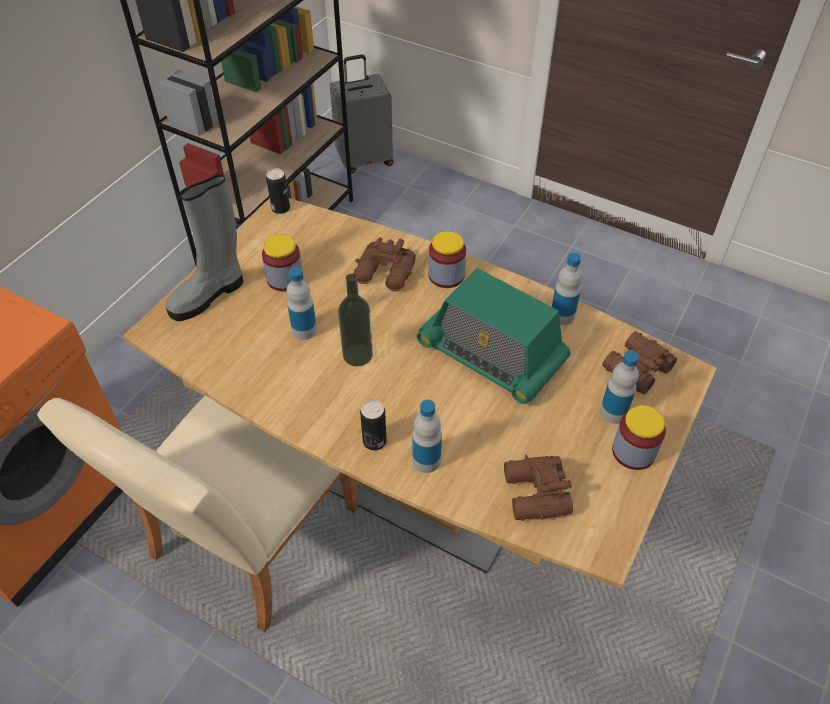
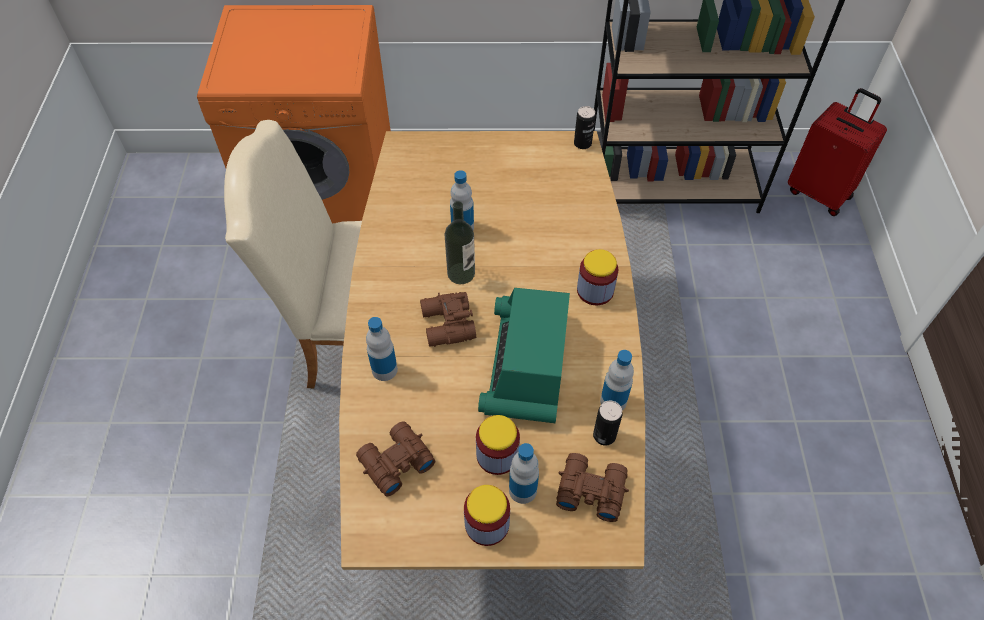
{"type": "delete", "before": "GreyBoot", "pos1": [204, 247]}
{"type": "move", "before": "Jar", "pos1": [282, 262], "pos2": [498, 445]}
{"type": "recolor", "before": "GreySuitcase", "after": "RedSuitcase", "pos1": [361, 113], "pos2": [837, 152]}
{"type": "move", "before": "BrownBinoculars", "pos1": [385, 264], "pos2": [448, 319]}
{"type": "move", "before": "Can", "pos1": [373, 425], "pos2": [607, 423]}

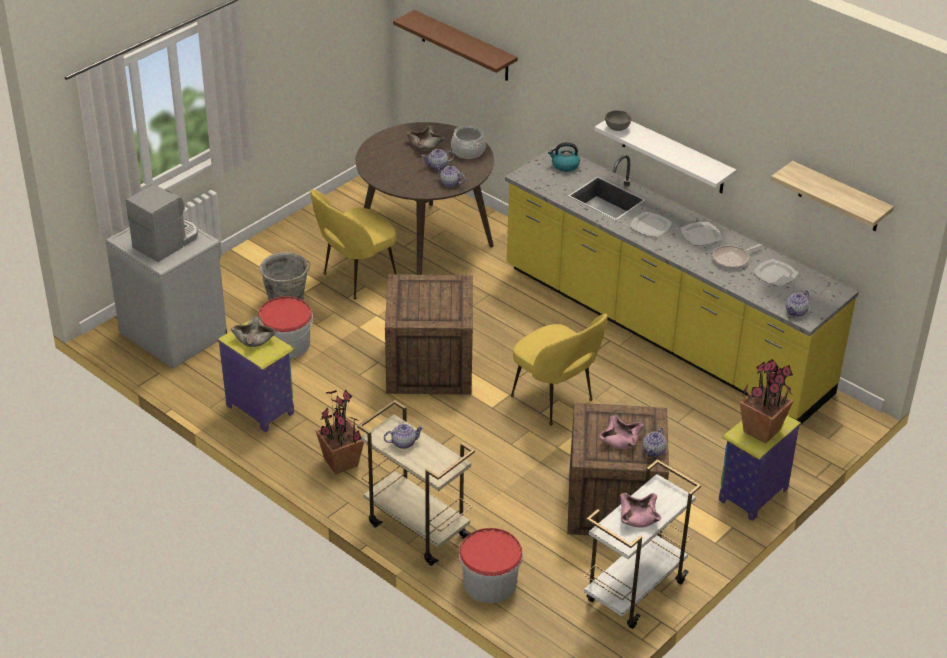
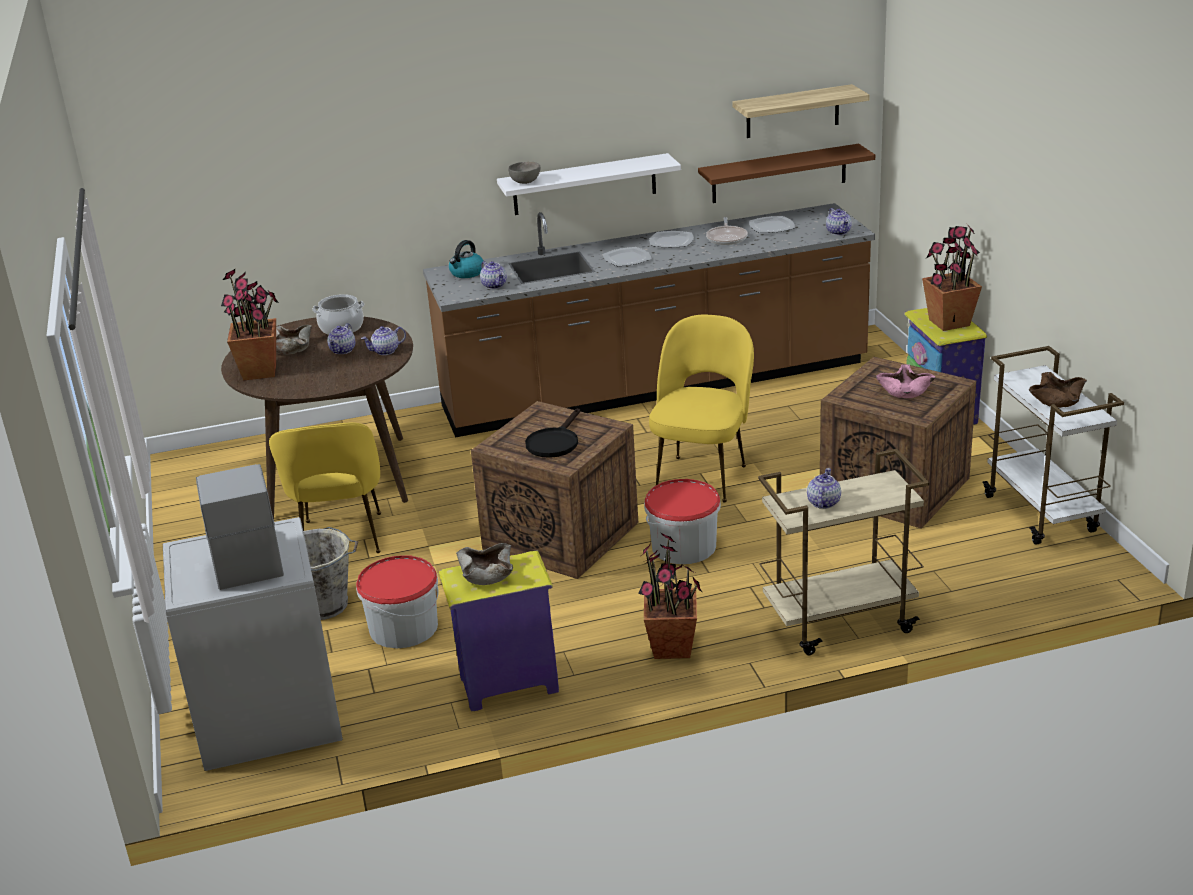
{"type": "move", "before": "BrownShelf", "pos1": [455, 45], "pos2": [786, 173]}
{"type": "move", "before": "Bucket", "pos1": [491, 565], "pos2": [682, 521]}
{"type": "recolor", "before": "YellowCounter", "after": "BrownCounter", "pos1": [682, 284], "pos2": [649, 320]}
{"type": "rotate", "before": "YellowChair", "pos1": [559, 369], "pos2": [701, 408], "turn": -60}
{"type": "recolor", "before": "PinkBowl", "after": "BrownBowl", "pos1": [640, 510], "pos2": [1058, 390]}
{"type": "move", "before": "Teapot", "pos1": [654, 442], "pos2": [493, 275]}
{"type": "insert", "after": "PottedPlant", "pos2": [250, 324]}
{"type": "insert", "after": "BlackFryingPan", "pos2": [552, 433]}

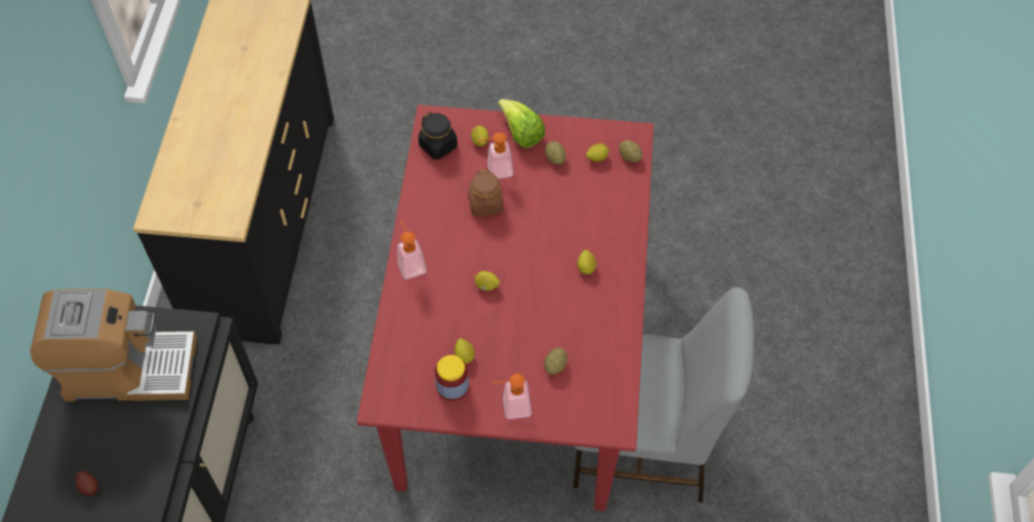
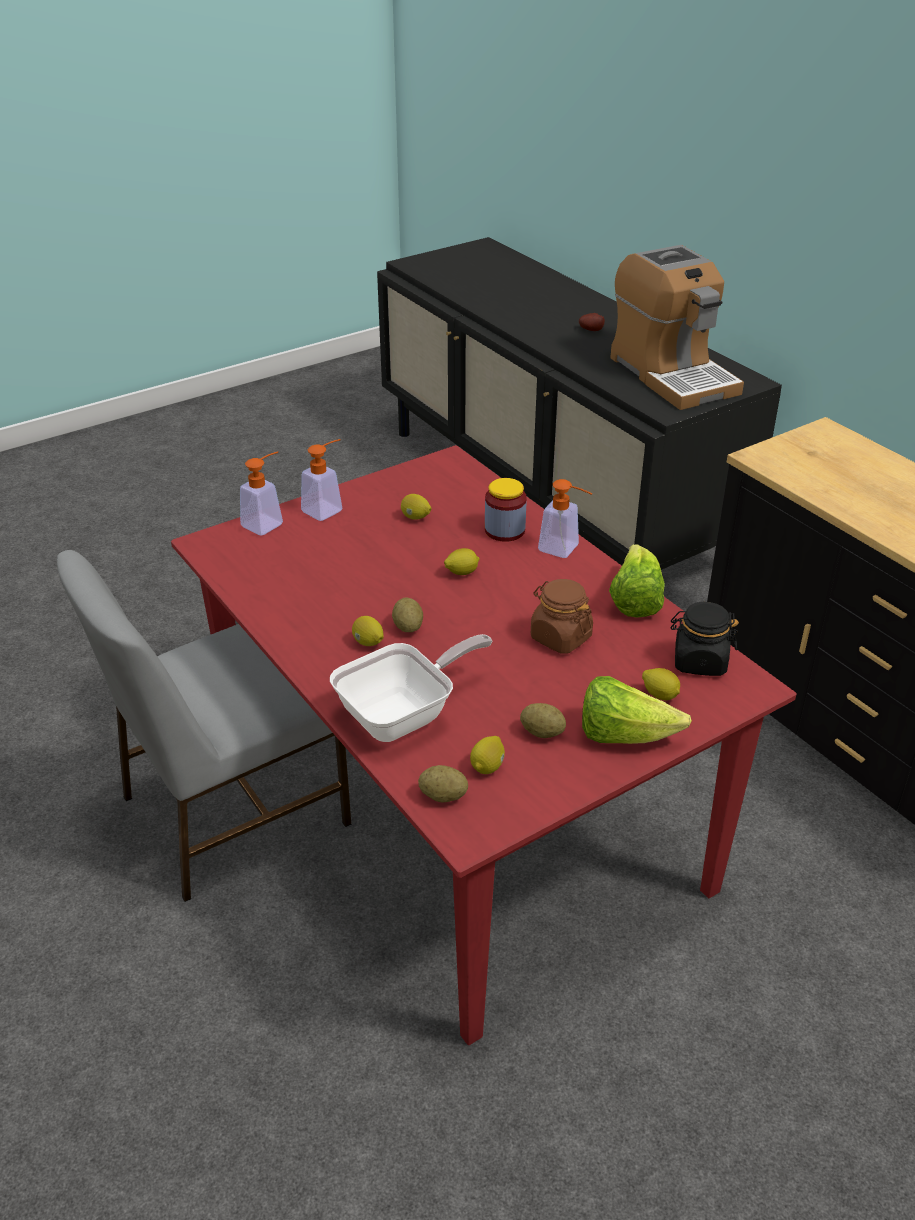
{"type": "rotate", "before": "CoffeeMachine", "pos1": [113, 345], "pos2": [677, 327], "turn": -75}
{"type": "move", "before": "Jar", "pos1": [452, 378], "pos2": [506, 510]}
{"type": "move", "before": "SoapDispenser", "pos1": [495, 155], "pos2": [261, 493]}
{"type": "move", "before": "Potato", "pos1": [555, 361], "pos2": [407, 615]}
{"type": "insert", "after": "FryingPan", "pos2": [411, 688]}
{"type": "insert", "after": "Lettuce", "pos2": [637, 581]}

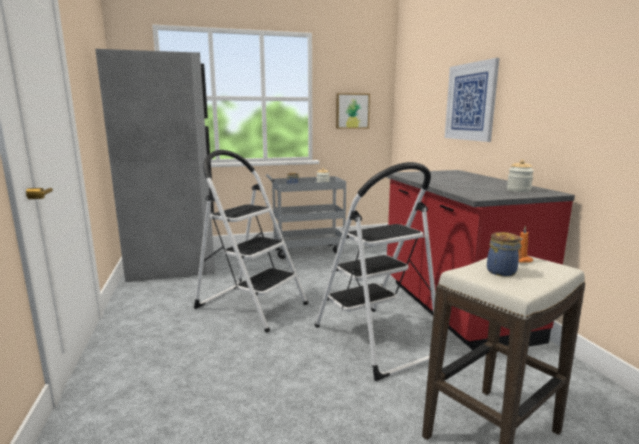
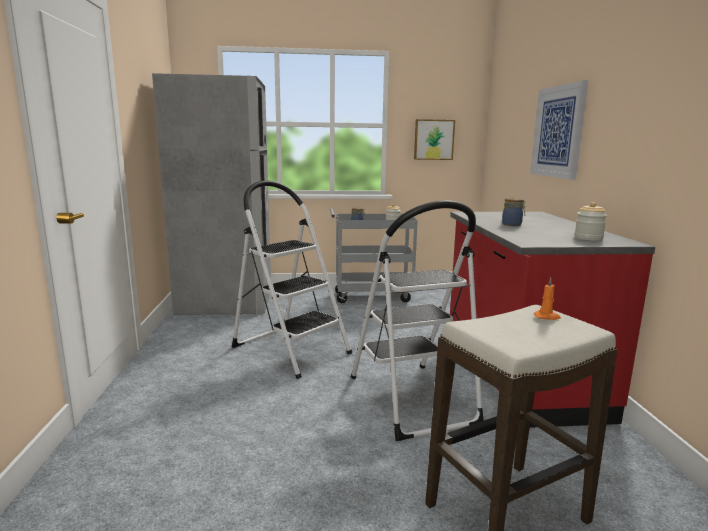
{"type": "move", "before": "Jar", "pos1": [504, 254], "pos2": [514, 212]}

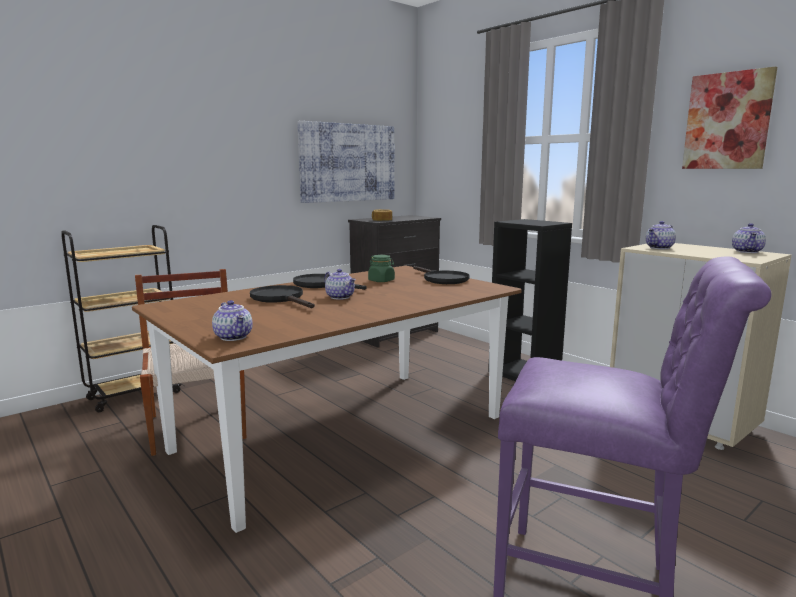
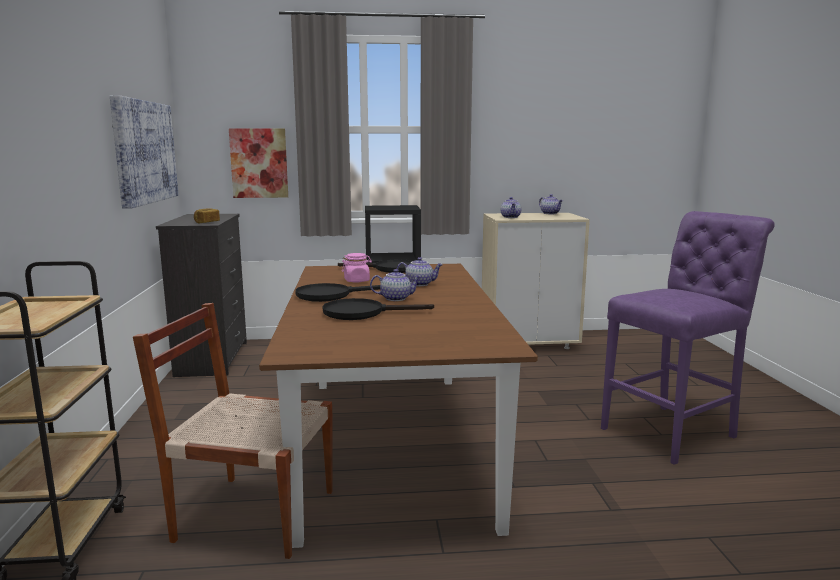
{"type": "move", "before": "Teapot", "pos1": [232, 320], "pos2": [420, 271]}
{"type": "recolor", "before": "GreenJar", "after": "PinkJar", "pos1": [381, 268], "pos2": [357, 268]}
{"type": "move", "before": "Picture", "pos1": [729, 117], "pos2": [258, 163]}

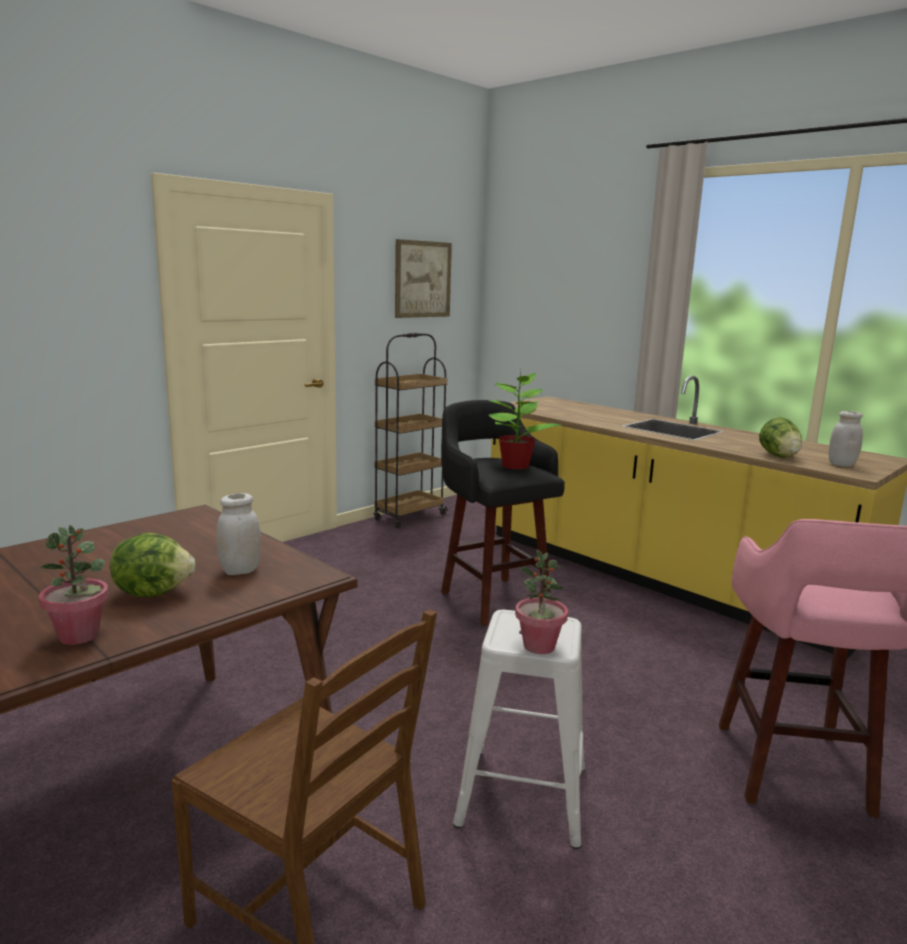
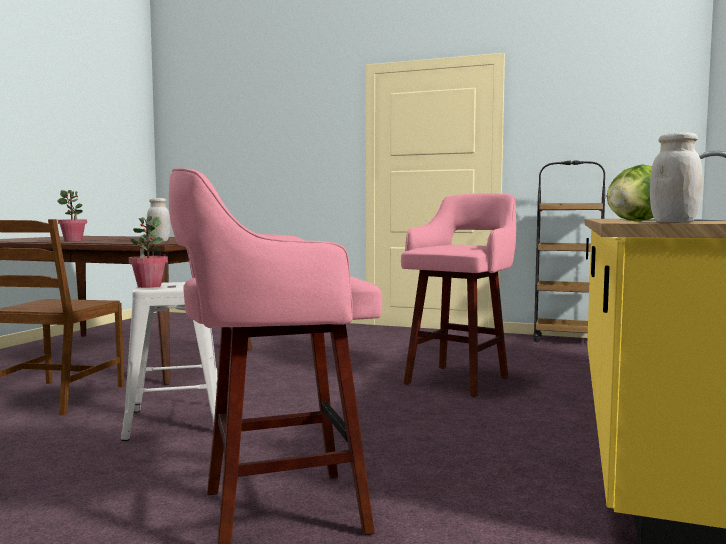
{"type": "delete", "before": "Lettuce", "pos1": [153, 565]}
{"type": "delete", "before": "Picture", "pos1": [423, 278]}
{"type": "recolor", "before": "BlackStool", "after": "PinkStool", "pos1": [503, 513], "pos2": [458, 295]}
{"type": "delete", "before": "PottedPlant", "pos1": [524, 419]}

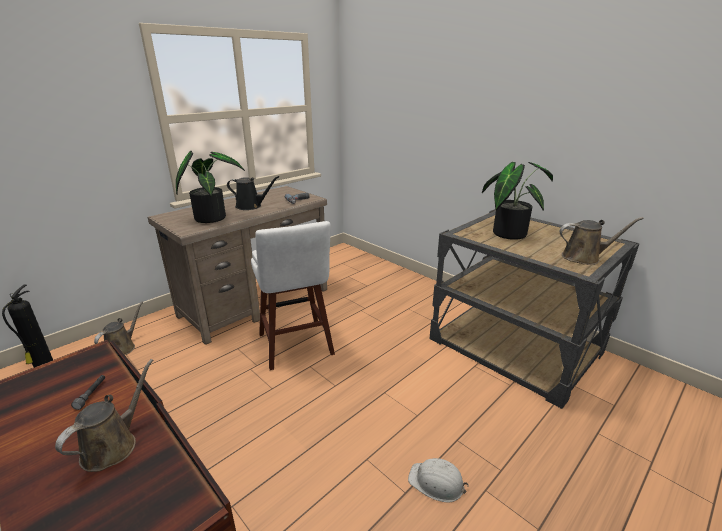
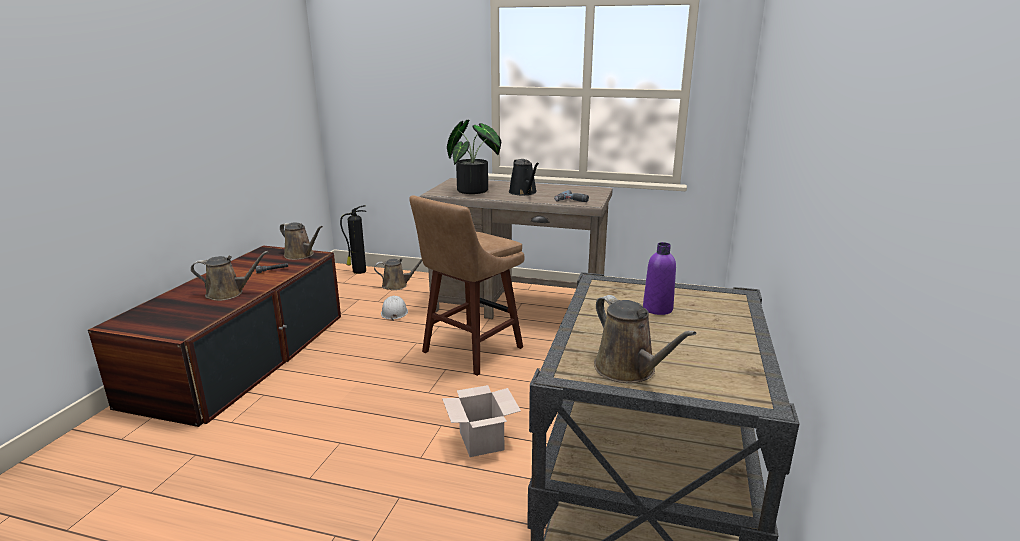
{"type": "recolor", "before": "WhiteStool", "after": "BrownStool", "pos1": [293, 295], "pos2": [466, 285]}
{"type": "move", "before": "WhiteHardHat", "pos1": [438, 480], "pos2": [394, 308]}
{"type": "replace", "before": "PottedPlant", "after": "PurpleBottle", "pos1": [517, 201], "pos2": [659, 278]}
{"type": "insert", "after": "BrownWateringCan", "pos2": [301, 241]}
{"type": "insert", "after": "CardboardBox", "pos2": [481, 421]}

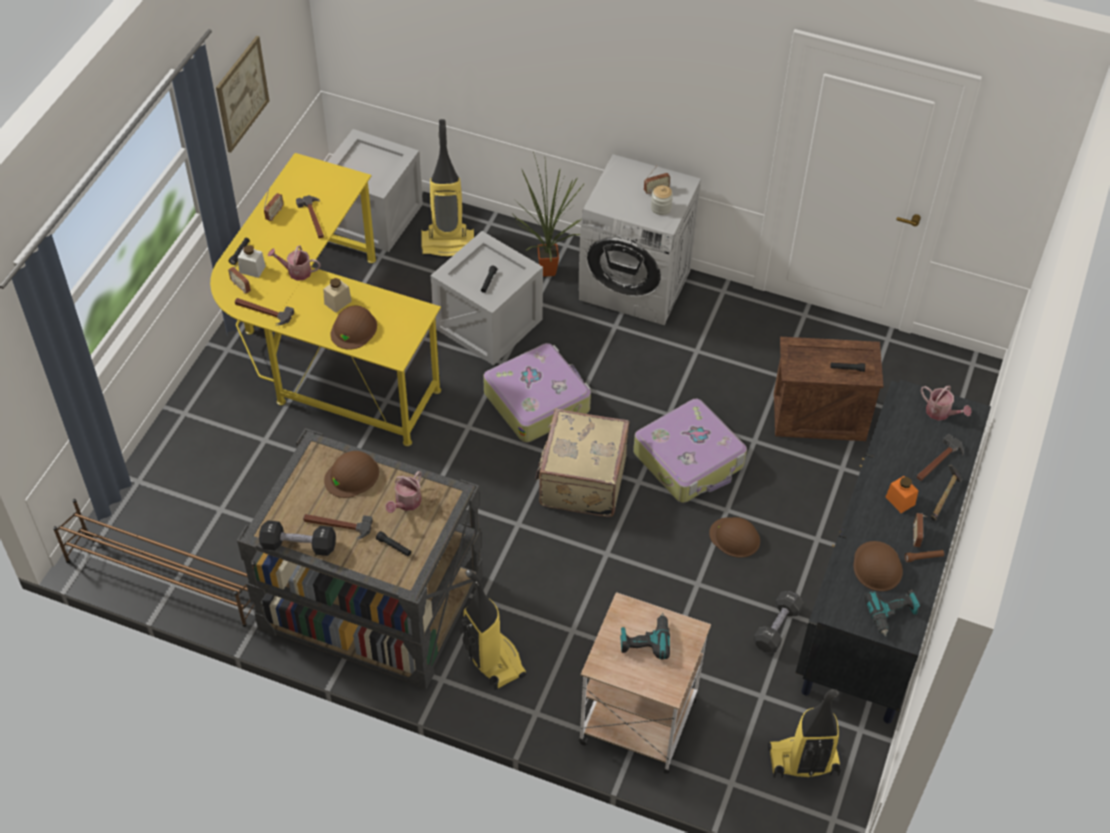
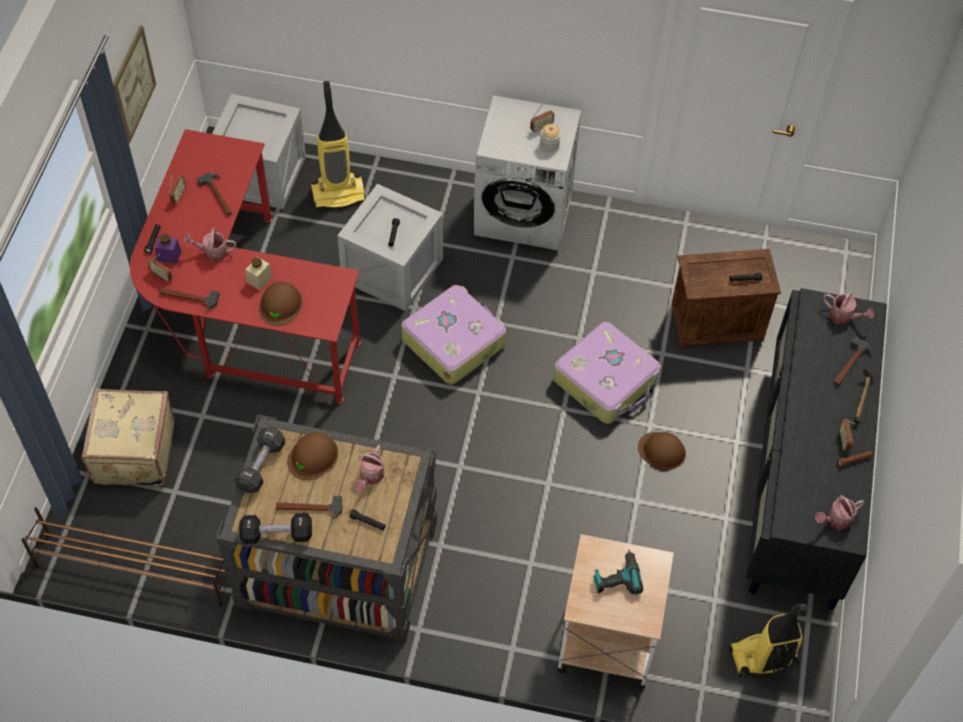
{"type": "recolor", "before": "YellowDesk", "after": "RedDesk", "pos1": [325, 299], "pos2": [245, 266]}
{"type": "recolor", "before": "WhiteJar", "after": "PurpleJar", "pos1": [251, 261], "pos2": [168, 249]}
{"type": "delete", "before": "VacuumCleaner", "pos1": [493, 630]}
{"type": "delete", "before": "PottedPlant", "pos1": [548, 214]}
{"type": "move", "before": "BeigeSuitcase", "pos1": [582, 463], "pos2": [128, 437]}
{"type": "move", "before": "BlackDumbbell", "pos1": [778, 621], "pos2": [259, 460]}
{"type": "delete", "before": "BrownHardHat", "pos1": [878, 566]}
{"type": "replace", "before": "PowerDrill", "after": "WateringCan", "pos1": [892, 613], "pos2": [840, 512]}
{"type": "delete", "before": "OrangeJar", "pos1": [902, 494]}

